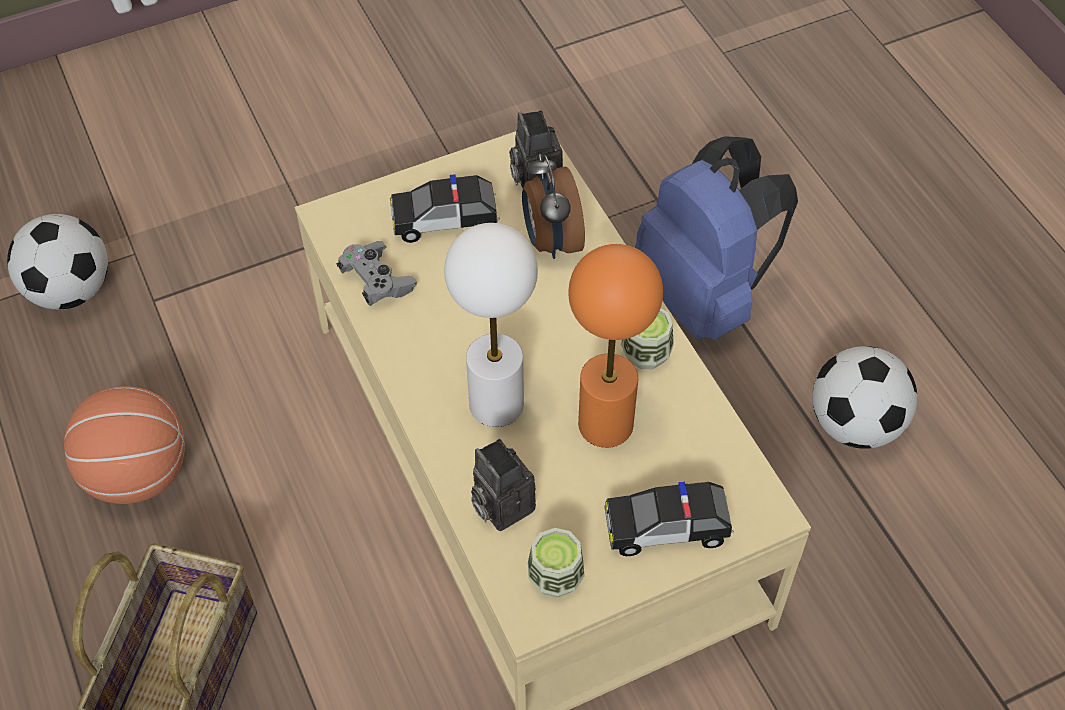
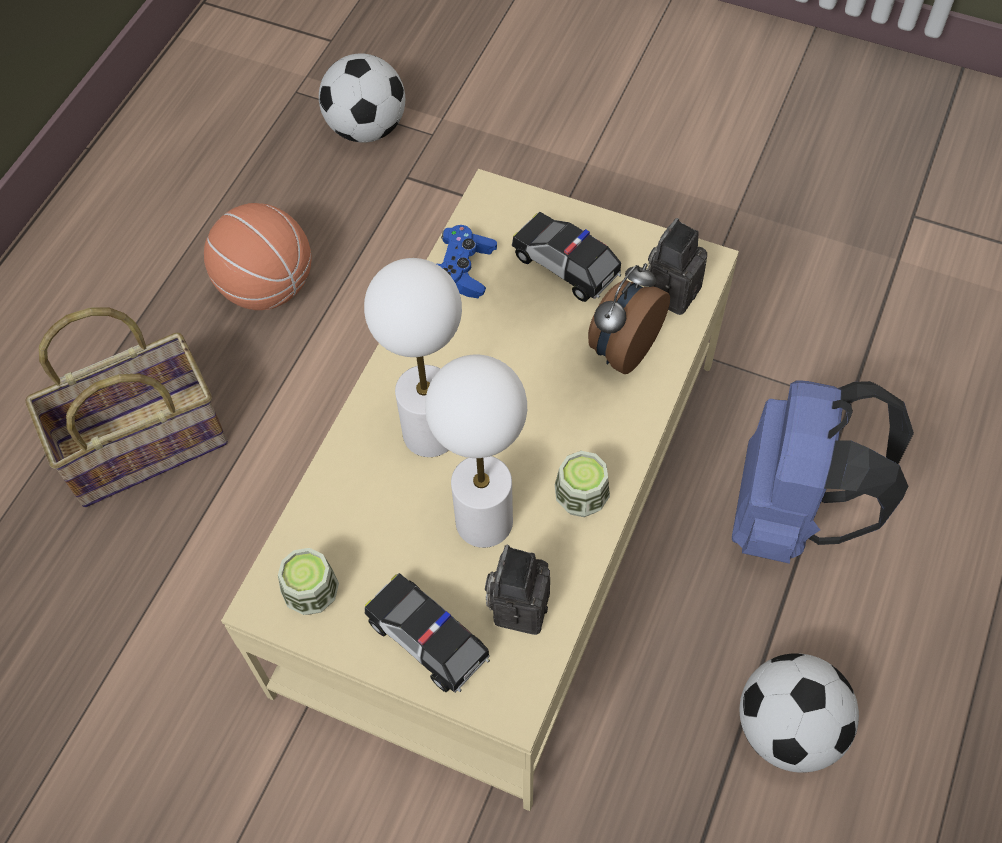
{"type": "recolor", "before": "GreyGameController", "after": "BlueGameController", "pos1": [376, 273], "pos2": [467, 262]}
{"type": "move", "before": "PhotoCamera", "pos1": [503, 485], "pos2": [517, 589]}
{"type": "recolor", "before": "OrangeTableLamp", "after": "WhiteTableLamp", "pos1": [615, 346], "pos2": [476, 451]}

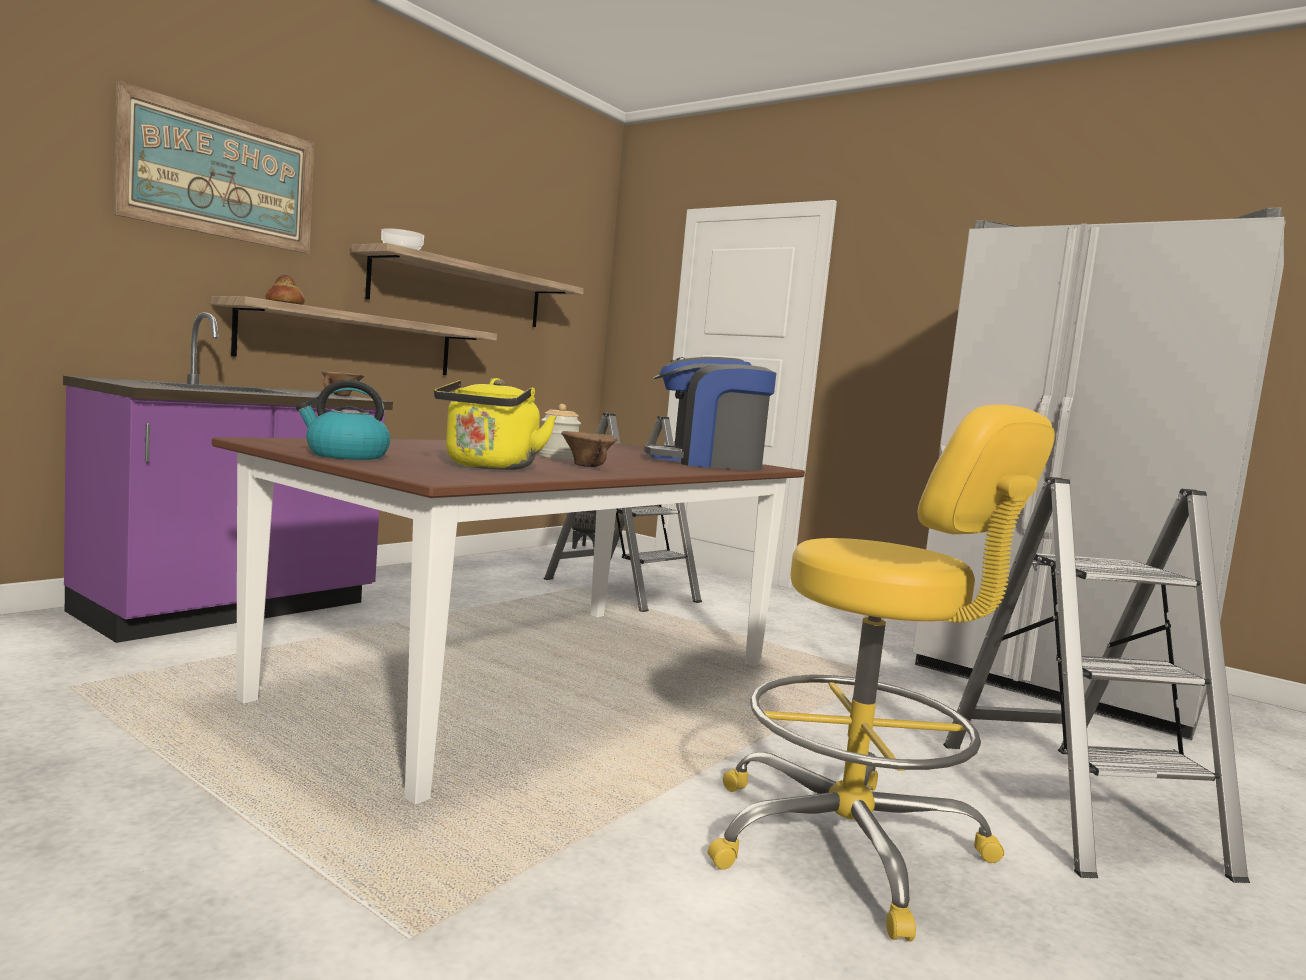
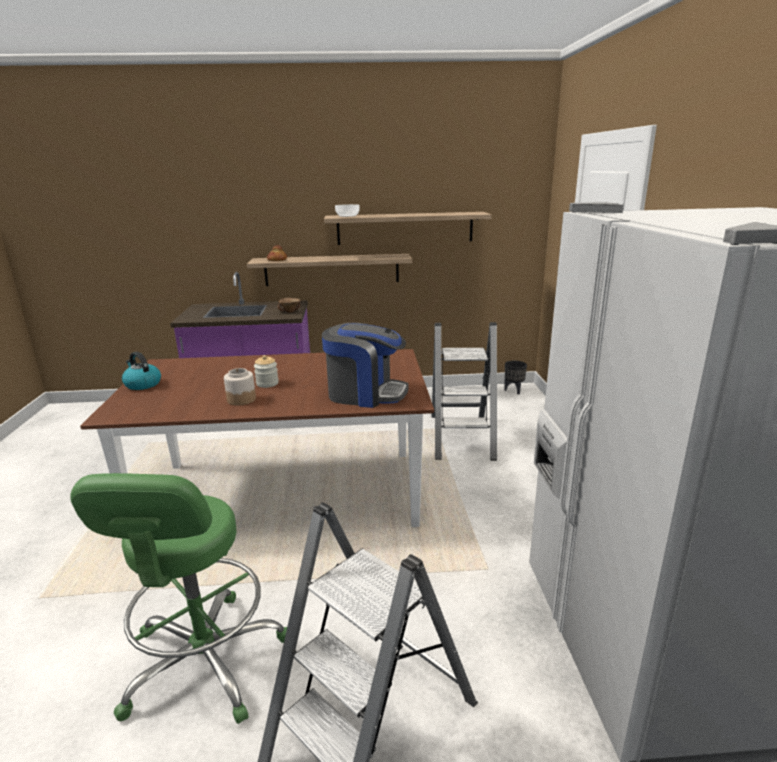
{"type": "delete", "before": "Picture", "pos1": [214, 167]}
{"type": "delete", "before": "YellowKettle", "pos1": [495, 424]}
{"type": "replace", "before": "BrownBowl", "after": "Jar", "pos1": [589, 449], "pos2": [240, 387]}
{"type": "rotate", "before": "CoffeeMachine", "pos1": [710, 413], "pos2": [365, 365], "turn": 150}
{"type": "recolor", "before": "YellowStool", "after": "GreenStool", "pos1": [881, 673], "pos2": [178, 598]}

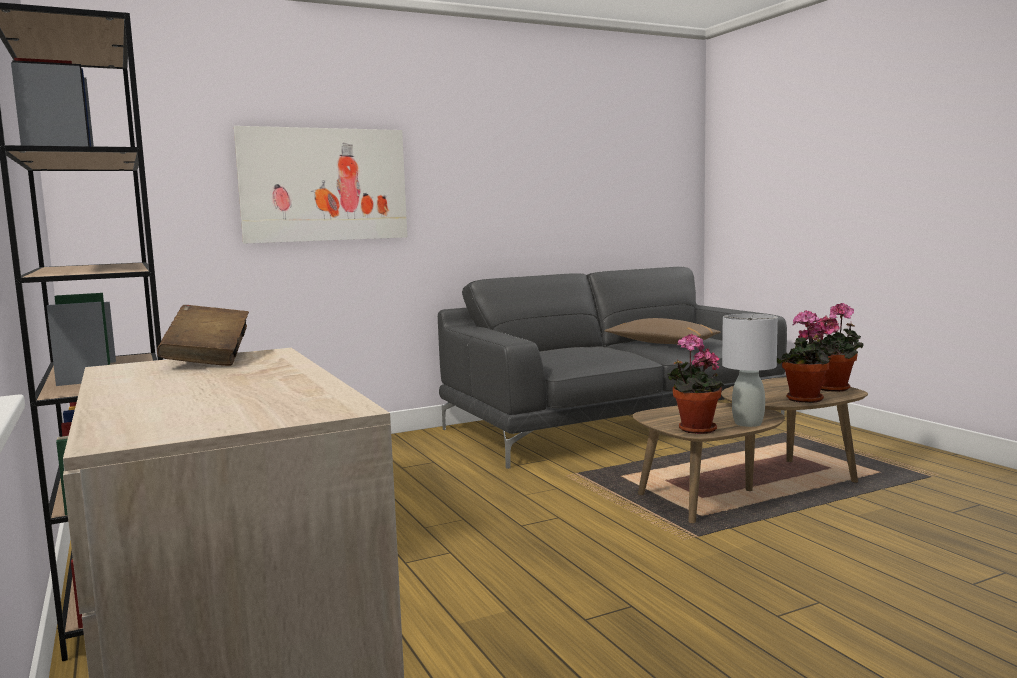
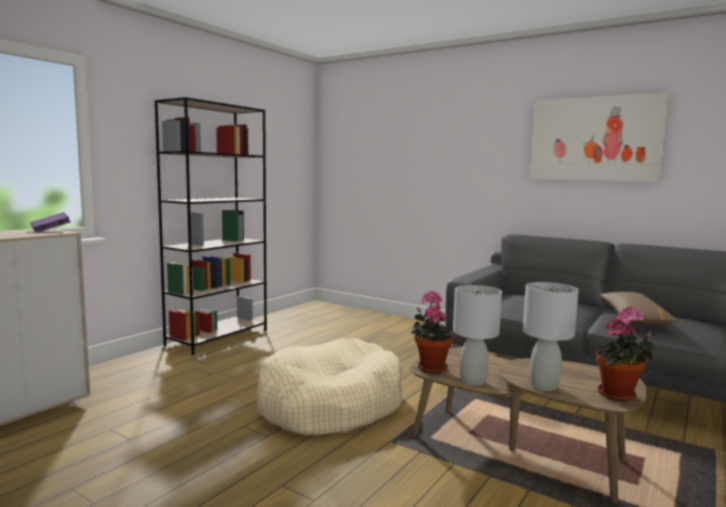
{"type": "recolor", "before": "BrownBook", "after": "PurpleBook", "pos1": [203, 335], "pos2": [50, 222]}
{"type": "move", "before": "Picture", "pos1": [320, 185], "pos2": [600, 137]}
{"type": "replace", "before": "PottedPlant", "after": "GreyTableLamp", "pos1": [805, 356], "pos2": [551, 336]}
{"type": "insert", "after": "BeigeDogBed", "pos2": [329, 387]}

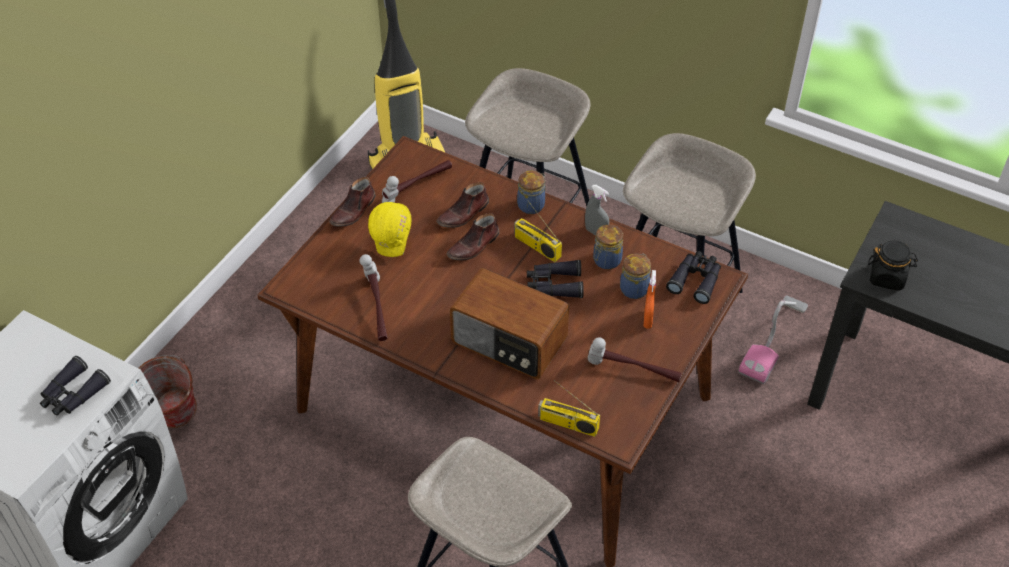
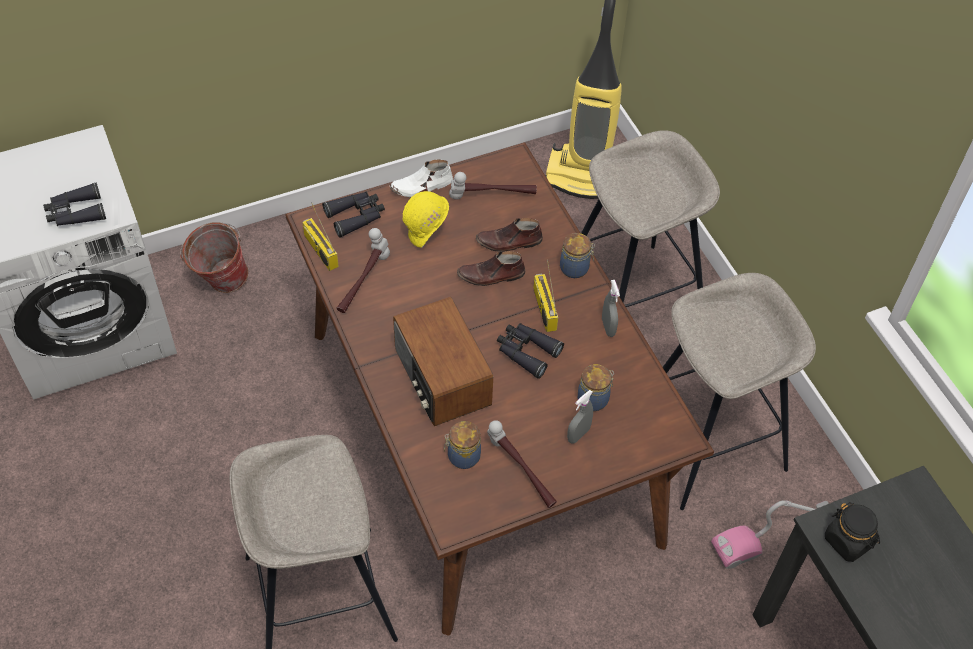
{"type": "recolor", "before": "BrownShoe", "after": "WhiteShoe", "pos1": [352, 201], "pos2": [421, 178]}
{"type": "move", "before": "Radio", "pos1": [569, 408], "pos2": [320, 236]}
{"type": "move", "before": "Jar", "pos1": [608, 247], "pos2": [462, 445]}
{"type": "recolor", "before": "OrangeSprayBottle", "after": "GreySprayBottle", "pos1": [650, 299], "pos2": [580, 417]}
{"type": "move", "before": "BlackBinoculars", "pos1": [693, 277], "pos2": [353, 215]}

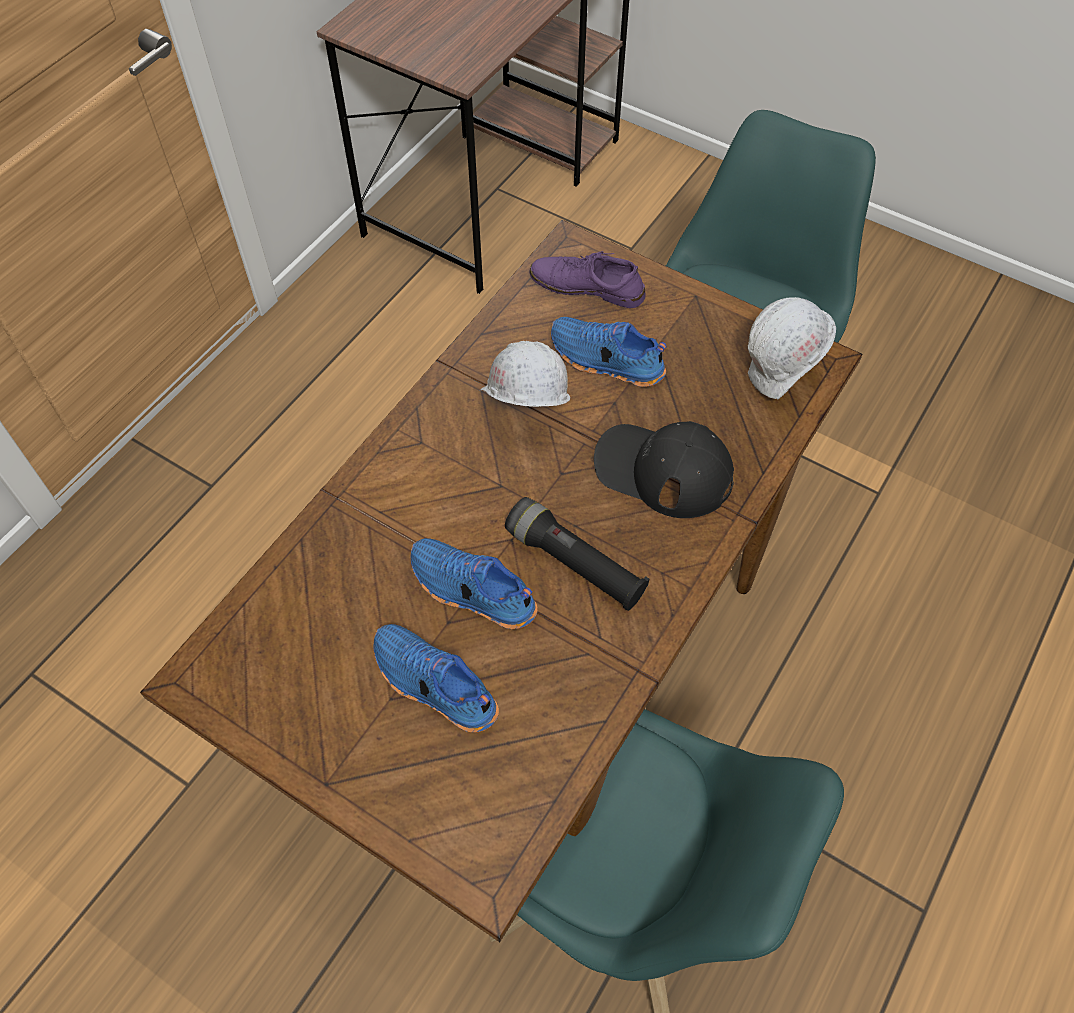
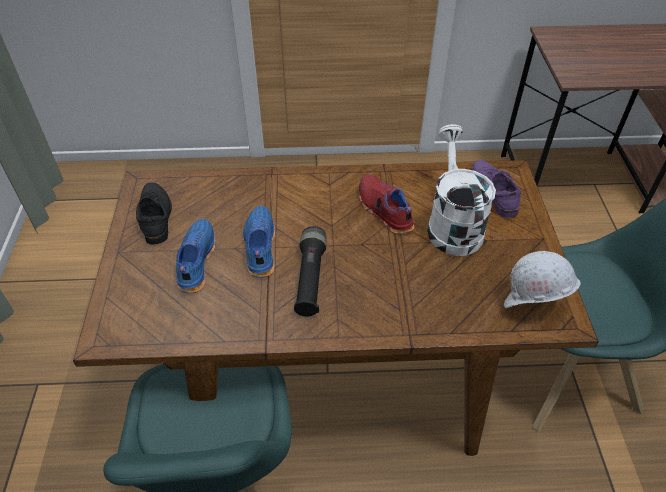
{"type": "replace", "before": "WhiteHardHat", "after": "RedShoe", "pos1": [524, 374], "pos2": [386, 204]}
{"type": "replace", "before": "BlueShoe", "after": "WhiteWateringCan", "pos1": [609, 352], "pos2": [461, 190]}
{"type": "delete", "before": "BlackCap", "pos1": [664, 469]}
{"type": "insert", "after": "BlackShoe", "pos2": [154, 213]}

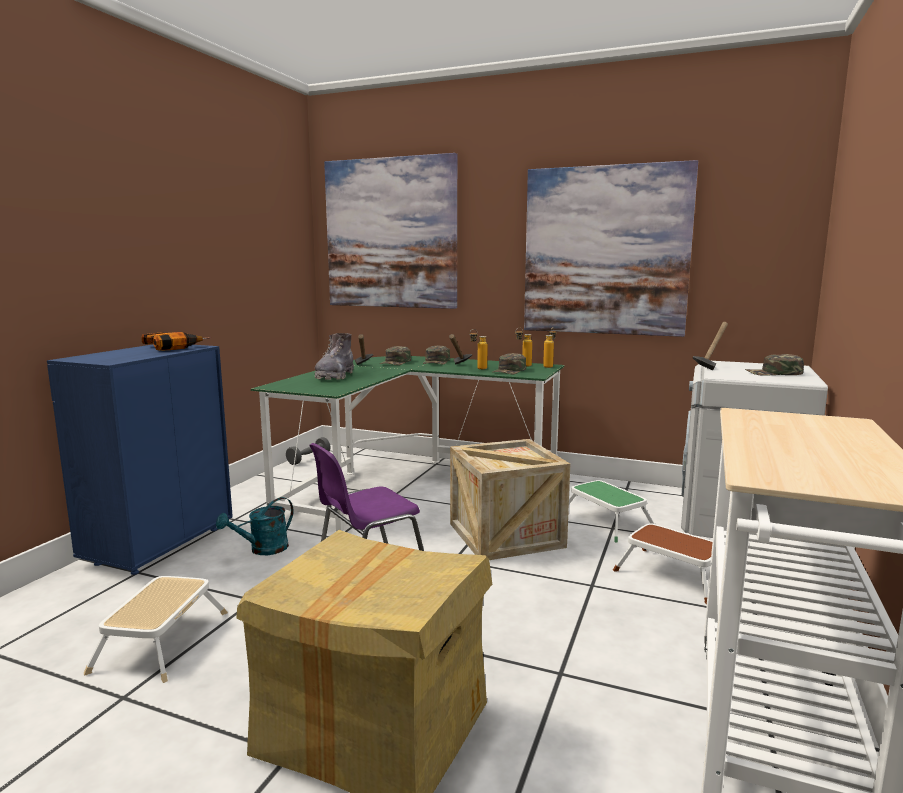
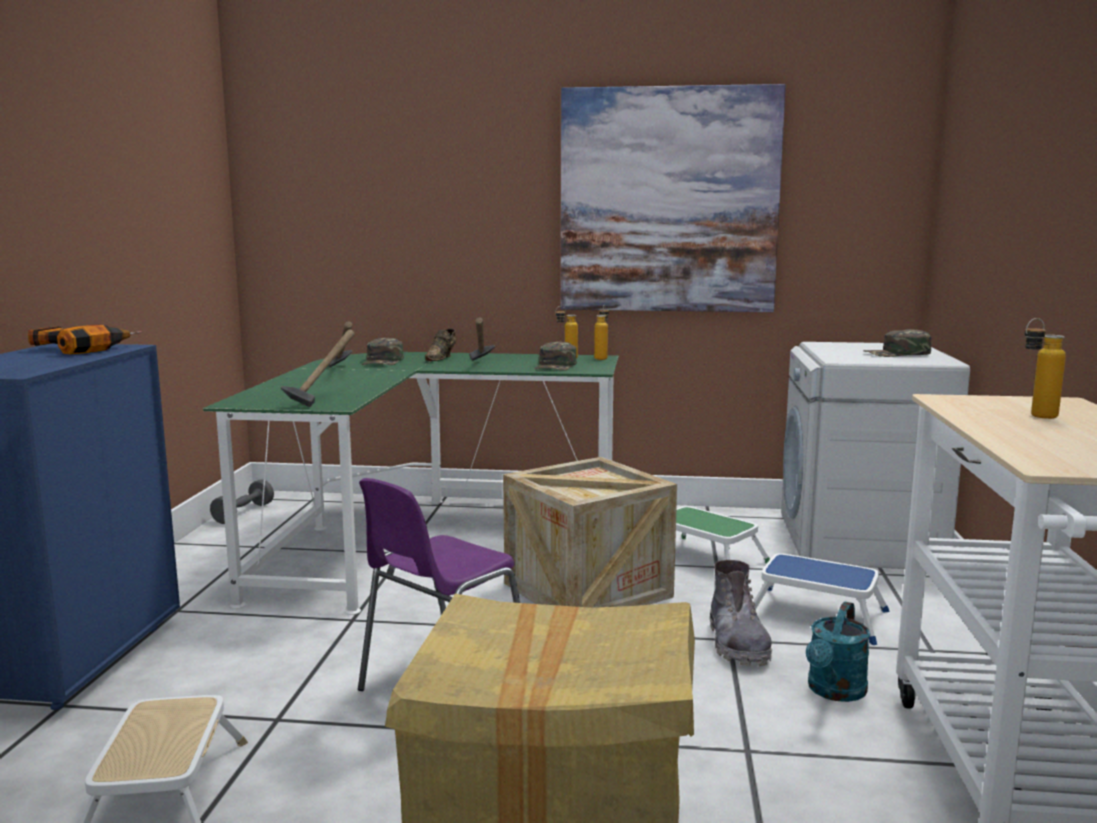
{"type": "move", "before": "TurquoiseWateringCan", "pos1": [255, 526], "pos2": [838, 651]}
{"type": "move", "before": "GreyBoot", "pos1": [334, 356], "pos2": [741, 613]}
{"type": "delete", "before": "Picture", "pos1": [390, 231]}
{"type": "replace", "before": "GreenCap", "after": "BrownShoe", "pos1": [436, 354], "pos2": [441, 345]}
{"type": "move", "before": "Bottle", "pos1": [478, 349], "pos2": [1045, 368]}
{"type": "recolor", "before": "BrownStepLadder", "after": "BlueStepLadder", "pos1": [663, 563], "pos2": [821, 599]}
{"type": "move", "before": "Hammer", "pos1": [710, 346], "pos2": [318, 368]}

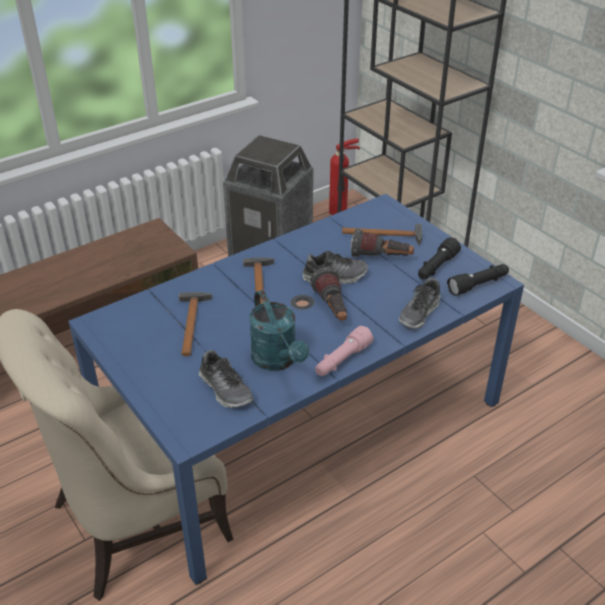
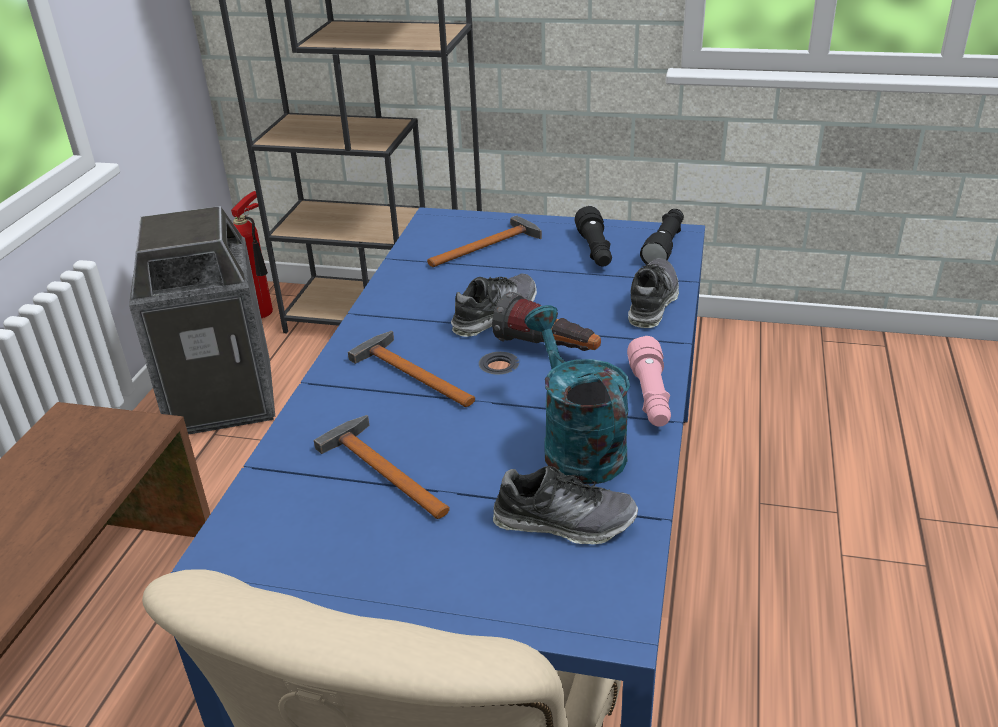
{"type": "rotate", "before": "TurquoiseWateringCan", "pos1": [279, 330], "pos2": [577, 394], "turn": -135}
{"type": "delete", "before": "Flashlight", "pos1": [382, 243]}
{"type": "rotate", "before": "Shoe", "pos1": [419, 303], "pos2": [653, 293], "turn": -150}

